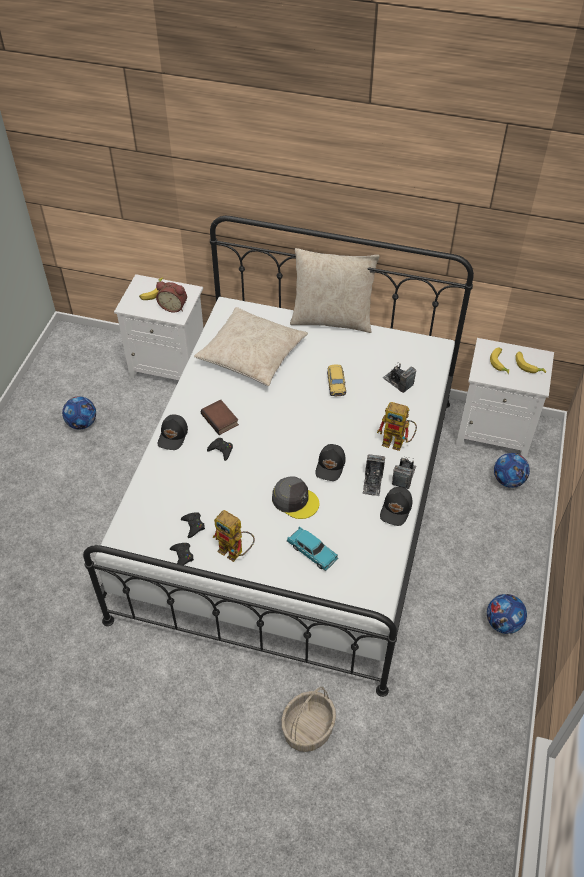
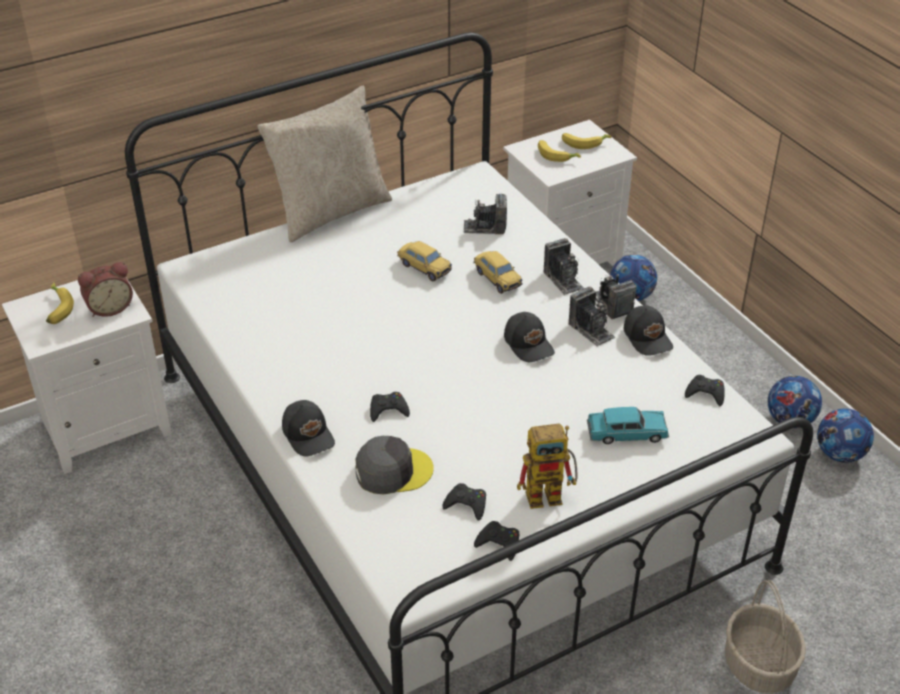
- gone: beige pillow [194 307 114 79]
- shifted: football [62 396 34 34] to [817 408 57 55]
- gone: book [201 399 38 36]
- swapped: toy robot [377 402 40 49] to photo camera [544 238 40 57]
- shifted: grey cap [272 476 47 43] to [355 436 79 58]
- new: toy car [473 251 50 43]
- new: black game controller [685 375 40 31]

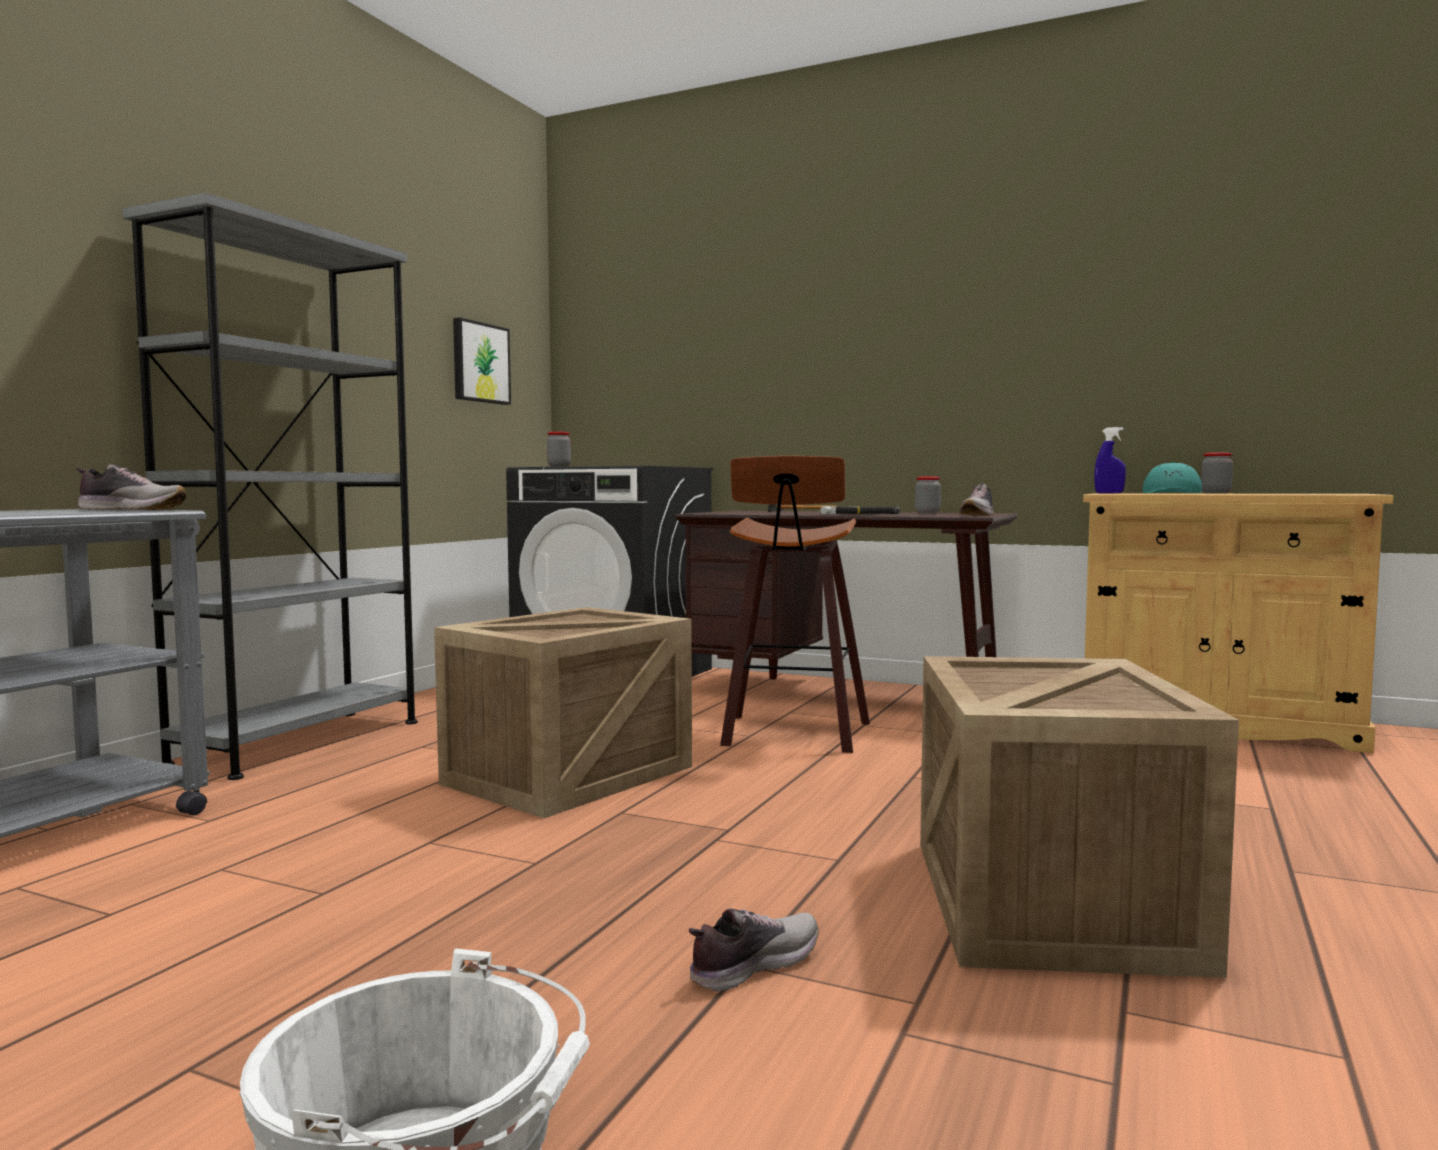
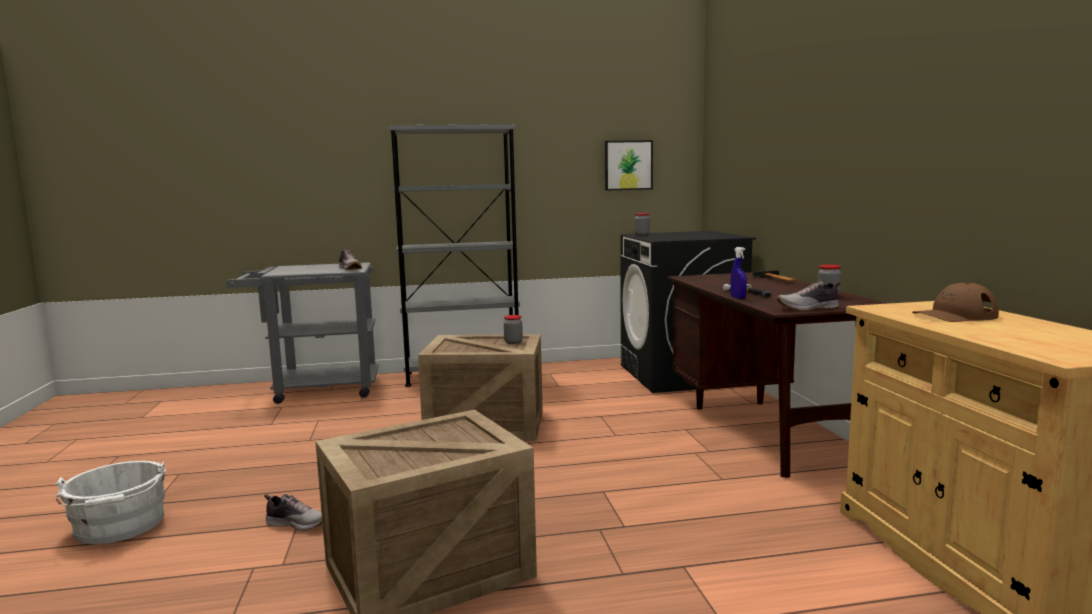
- shifted: blue spray bottle [1094 427 32 66] to [730 247 17 52]
- shifted: jar [1201 452 32 41] to [504 315 19 29]
- gone: stool [720 456 150 297]
- repainted: turquoise cap [1143 462 59 32] to brown cap [912 282 87 40]

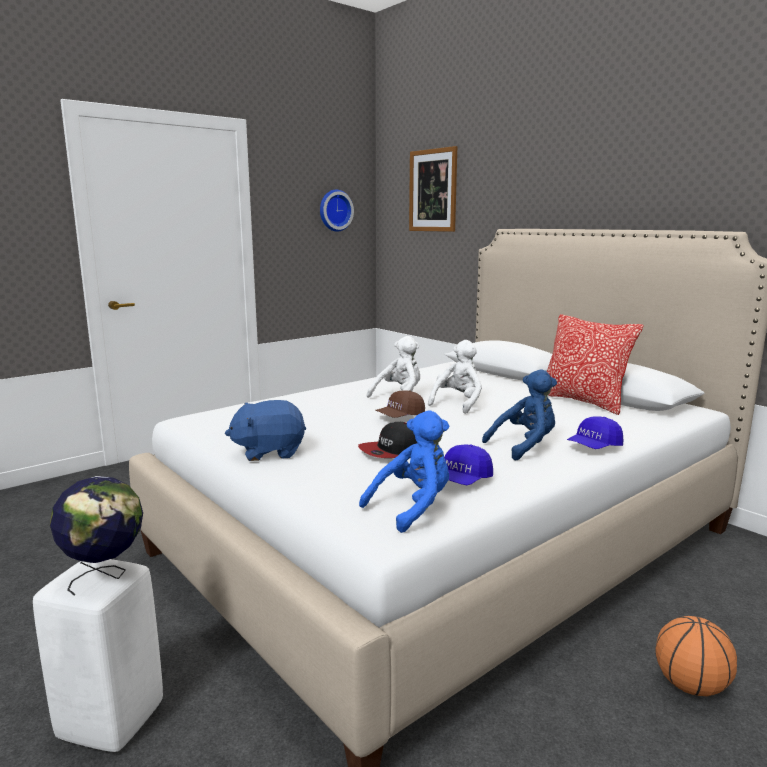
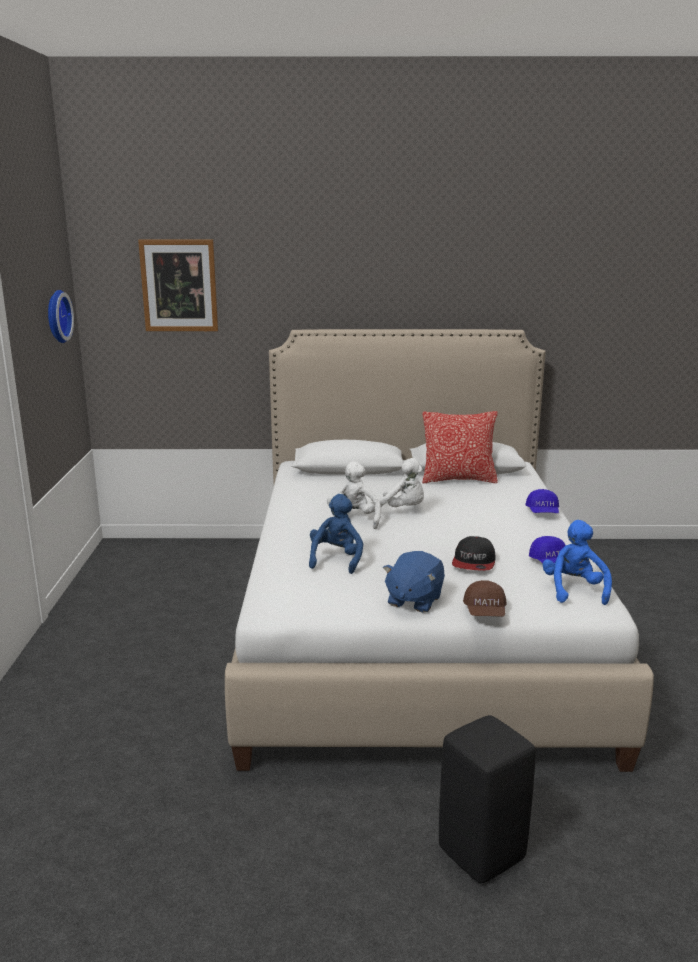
- rotated: white plush toy [428 340 54 74] = [371 458 53 54] 135 degrees clockwise
- shifted: blue plush toy [482 369 75 91] to [309 494 54 80]
- shifted: brown cap [375 390 50 28] to [463 580 44 37]
- gone: globe [50 476 93 119]
- repainted: white stool [33 559 130 193] to black stool [439 715 97 169]
- gone: basketball [656 616 81 80]

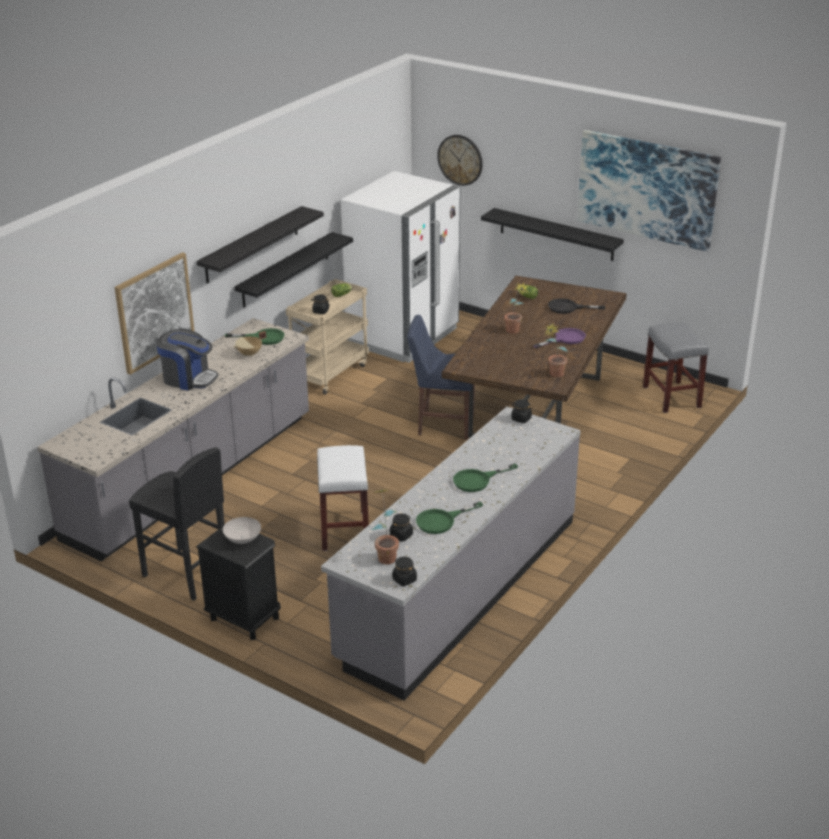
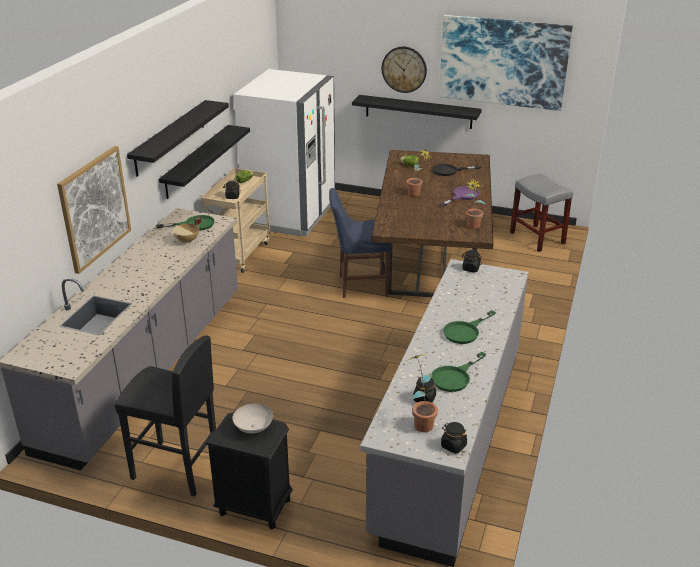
- shifted: wall clock [437 135 46 51] to [382 47 45 46]
- gone: coffee machine [157 329 61 62]
- gone: white stool [317 445 52 106]

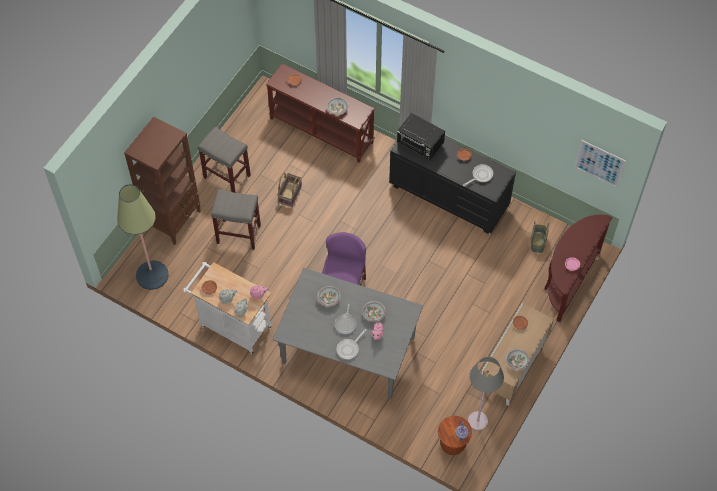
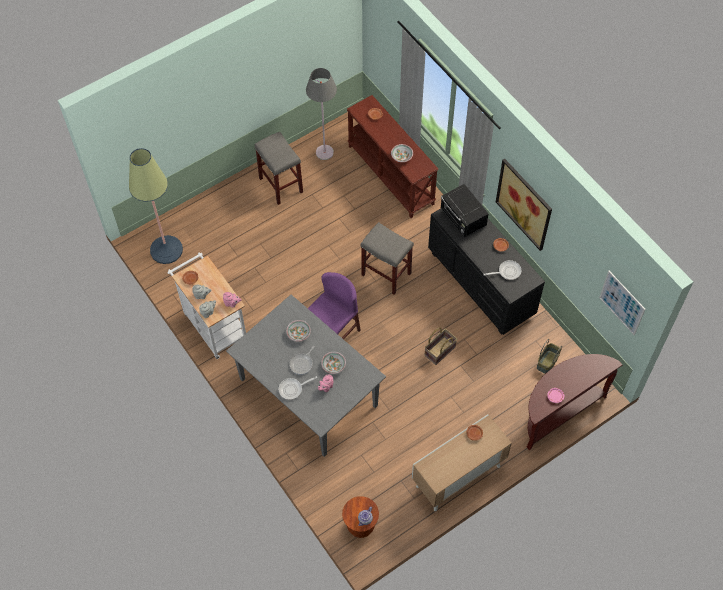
- gone: brown bookcase [124 117 76 128]
- shifted: basket [277 173 25 34] to [425 327 32 38]
- shifted: grey stool [211 189 50 61] to [361 222 53 73]
- gone: bowl [506 349 24 21]
- shifted: grey floor lamp [468 357 36 74] to [306 68 31 92]
- new: picture [496 159 56 92]

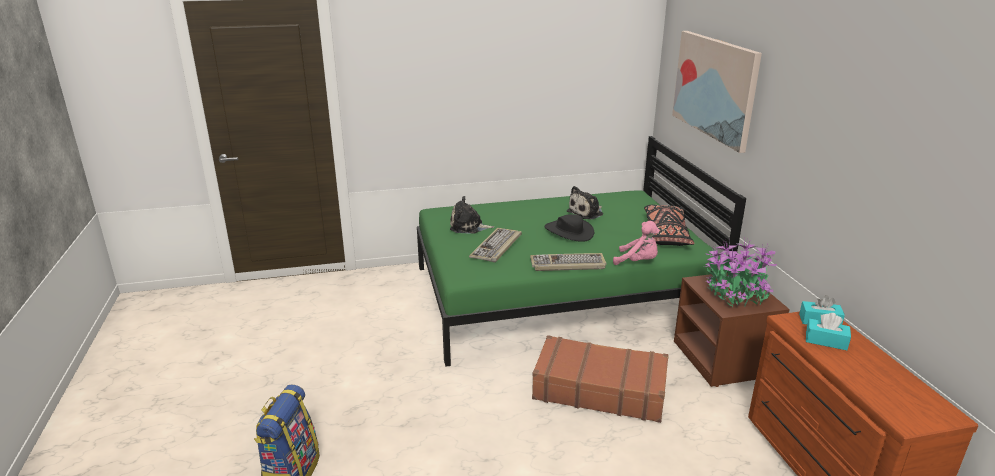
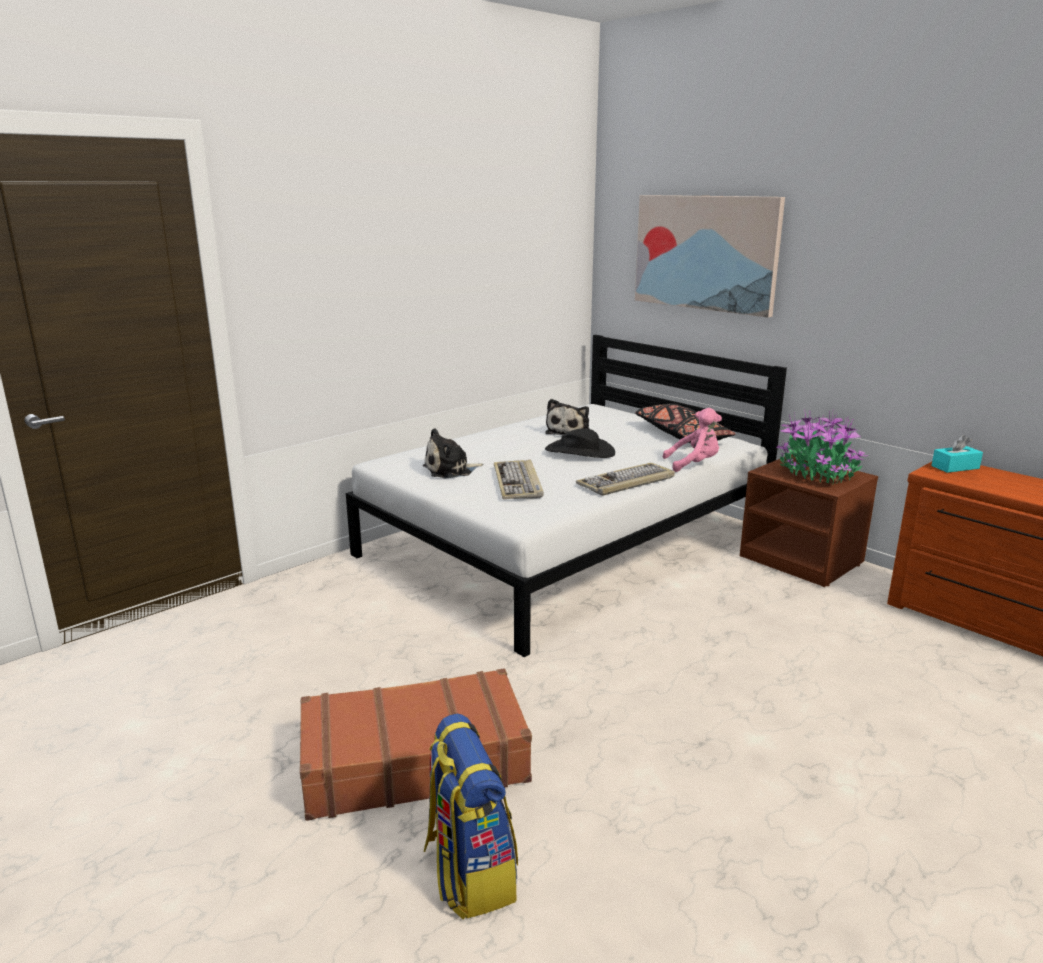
- repainted: green bed [417 136 329 231] to white bed [346 335 441 322]
- gone: turquoise tissue box [806 313 45 37]
- shifted: brown suitcase [532 335 137 88] to [300 669 232 152]

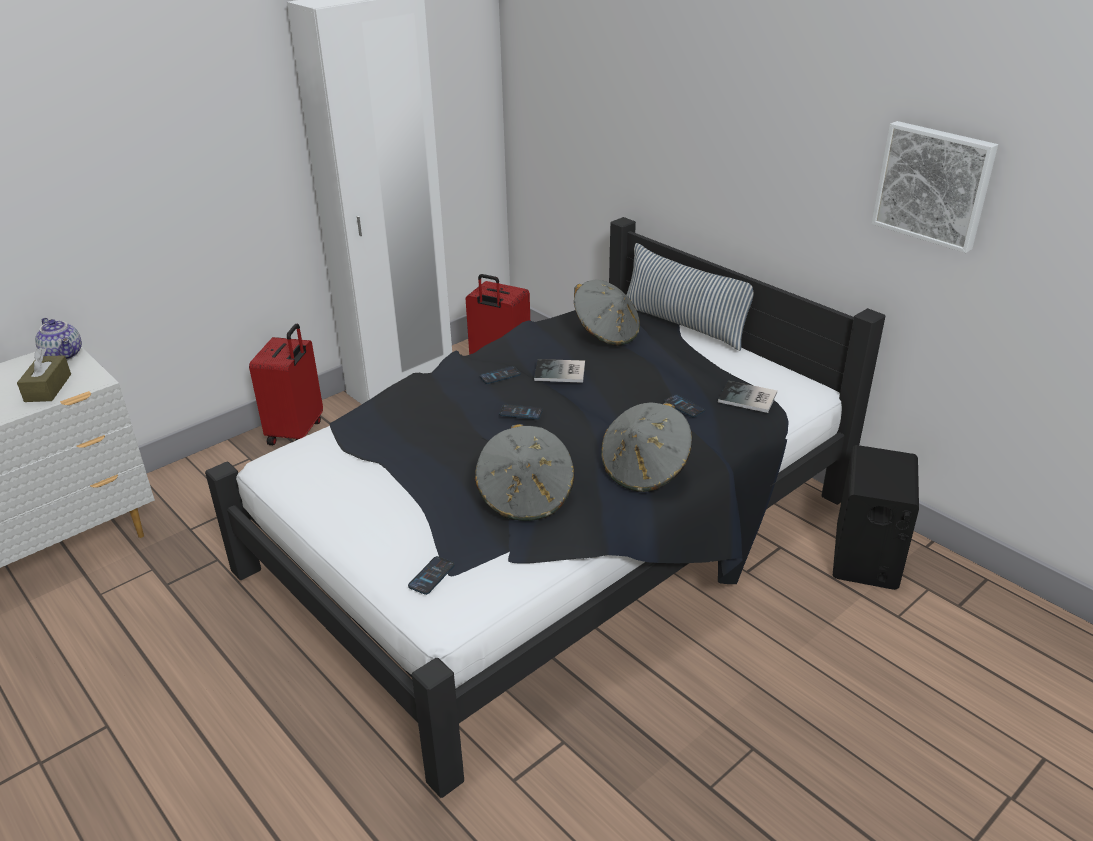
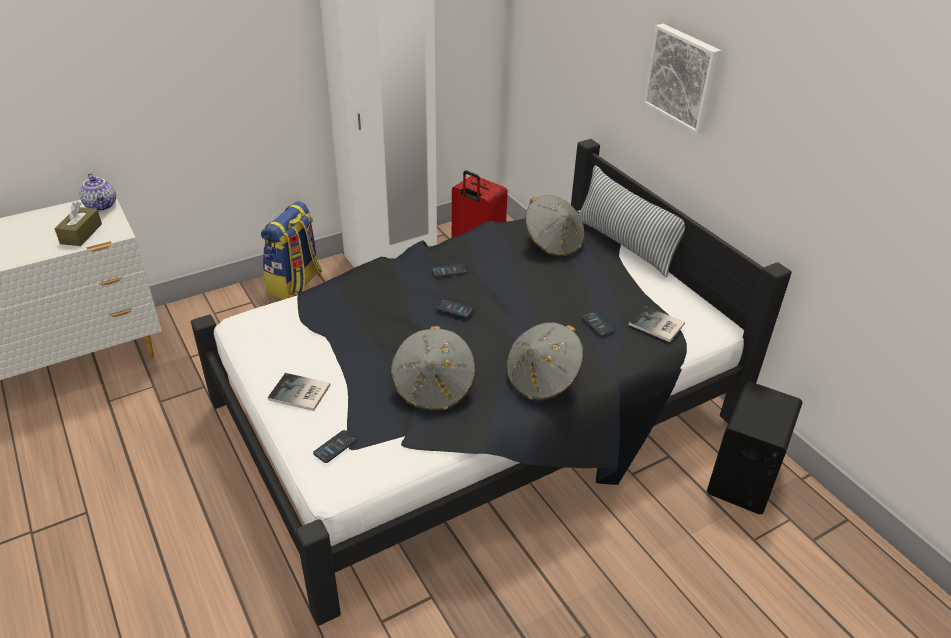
- shifted: picture [872 121 126 132] to [643 24 78 110]
- swapped: red suitcase [249 324 74 121] to backpack [261 201 61 99]
- shifted: book [534 359 51 24] to [268 373 63 38]

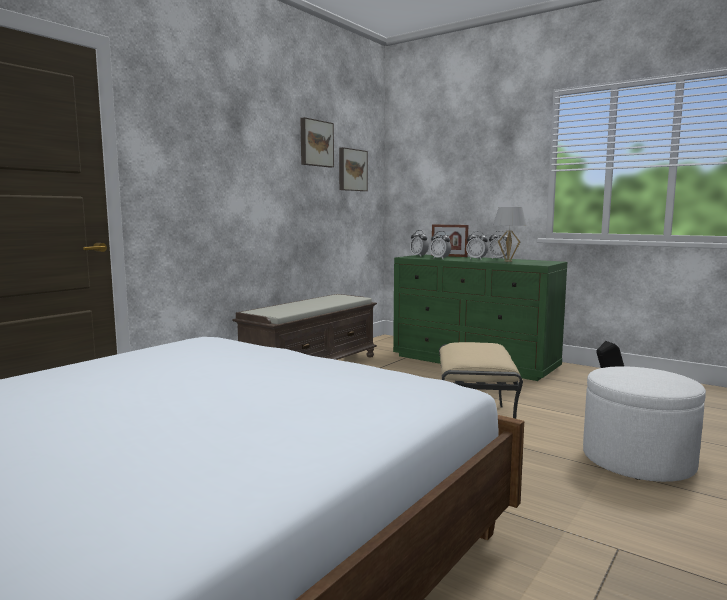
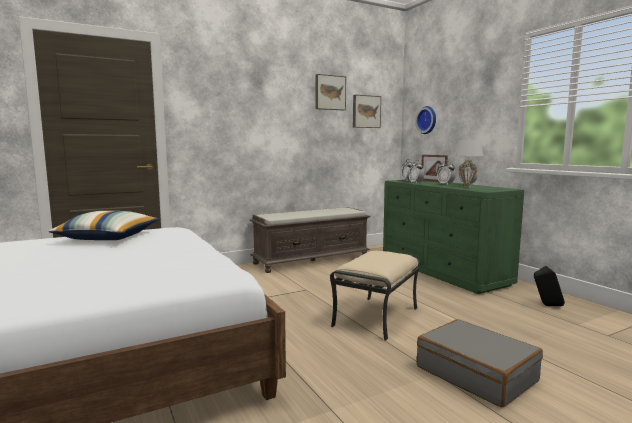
- swapped: white ottoman [583 366 123 116] to grey suitcase [417 319 126 88]
- new: wall clock [415 106 21 28]
- new: pillow [48 211 111 29]

